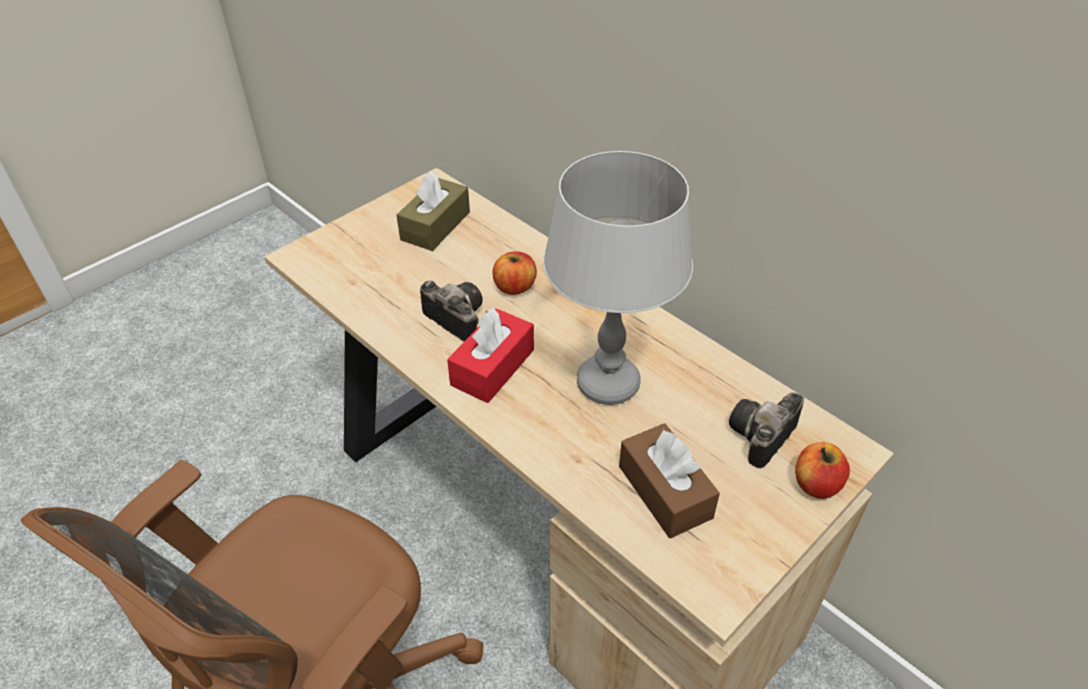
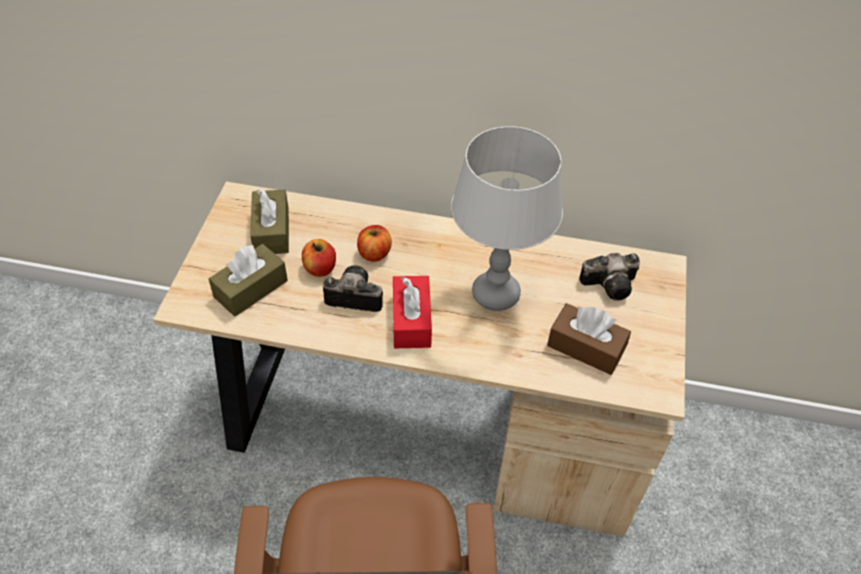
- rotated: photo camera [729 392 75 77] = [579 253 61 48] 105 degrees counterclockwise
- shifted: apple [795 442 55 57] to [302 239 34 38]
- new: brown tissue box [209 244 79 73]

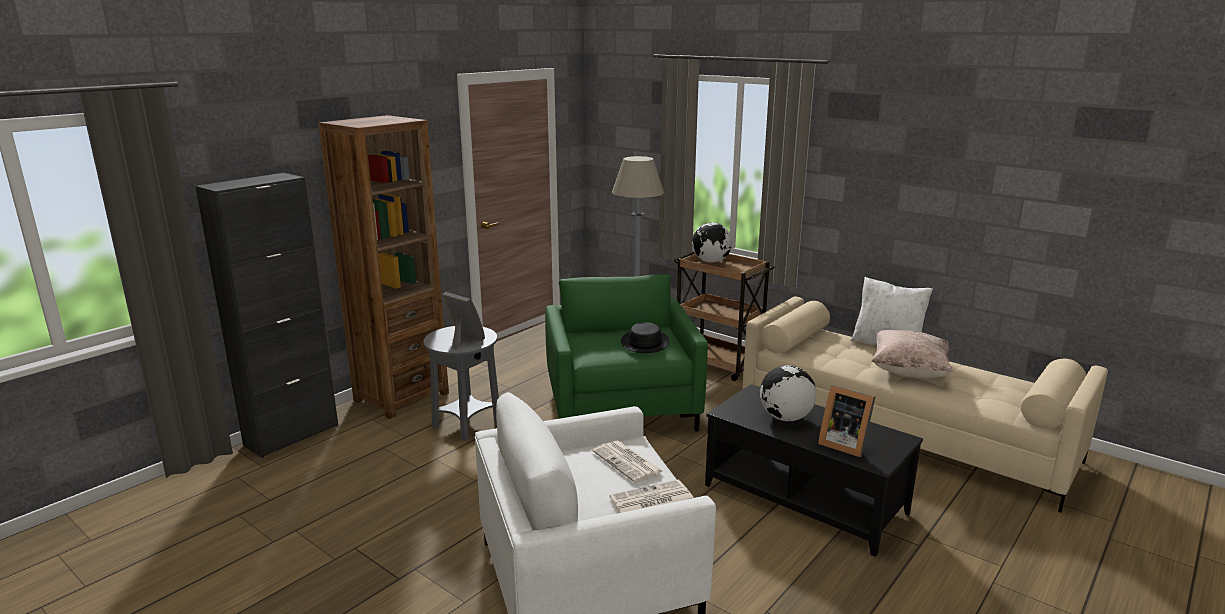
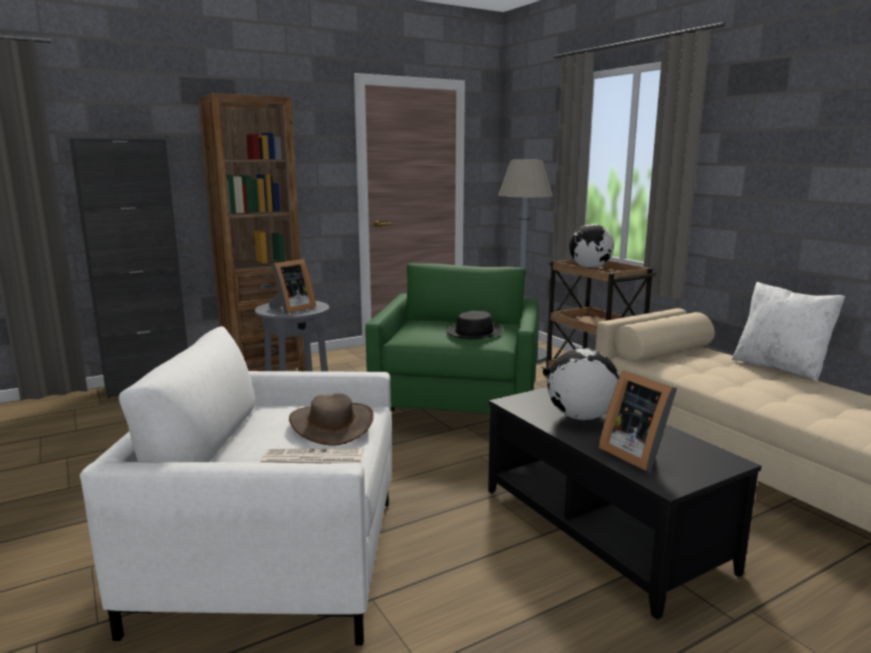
- rotated: picture frame [442 292 43 58] = [268 259 48 55] 75 degrees clockwise
- gone: beige pillow [871 330 82 48]
- swapped: newspaper [593 441 70 42] to brown hat [289 393 85 53]

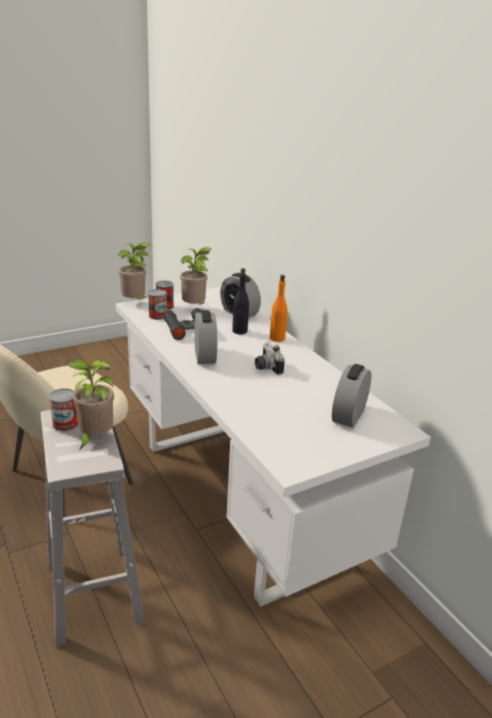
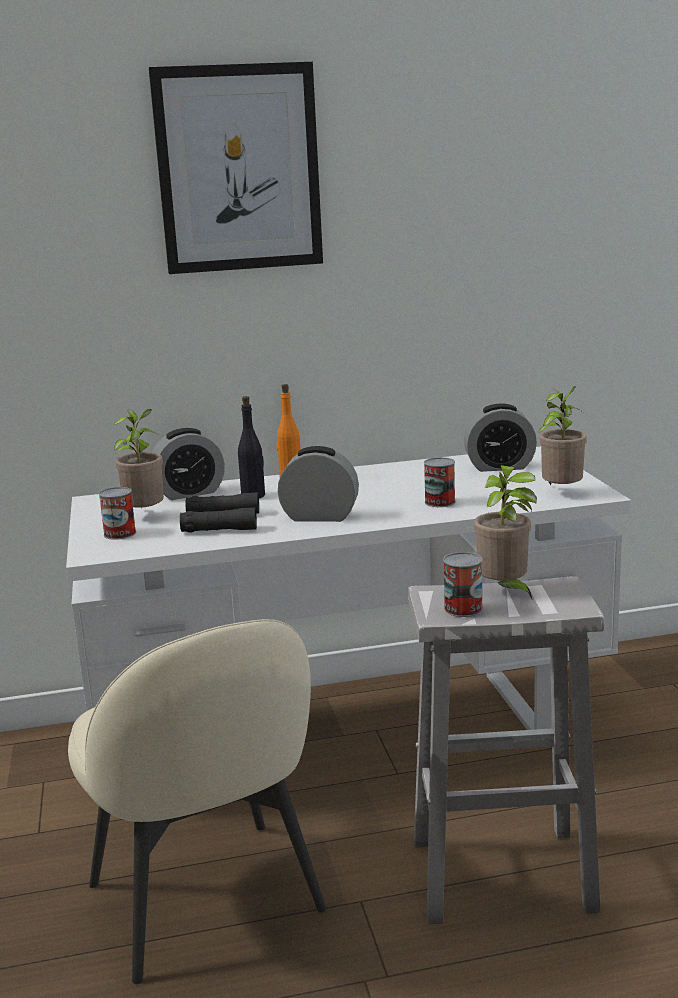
- shifted: potted plant [118 242 33 57] to [538 386 49 99]
- shifted: can [148 289 19 31] to [424 457 31 50]
- gone: photo camera [255 343 30 32]
- rotated: alarm clock [332 364 39 64] = [464 404 73 68] 45 degrees counterclockwise
- new: picture [149 62 174 212]

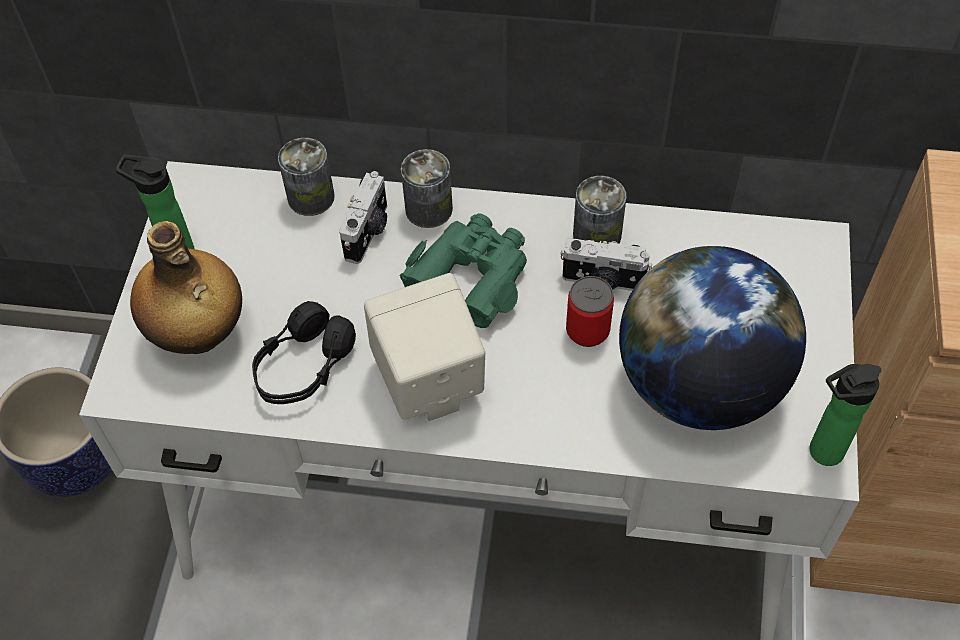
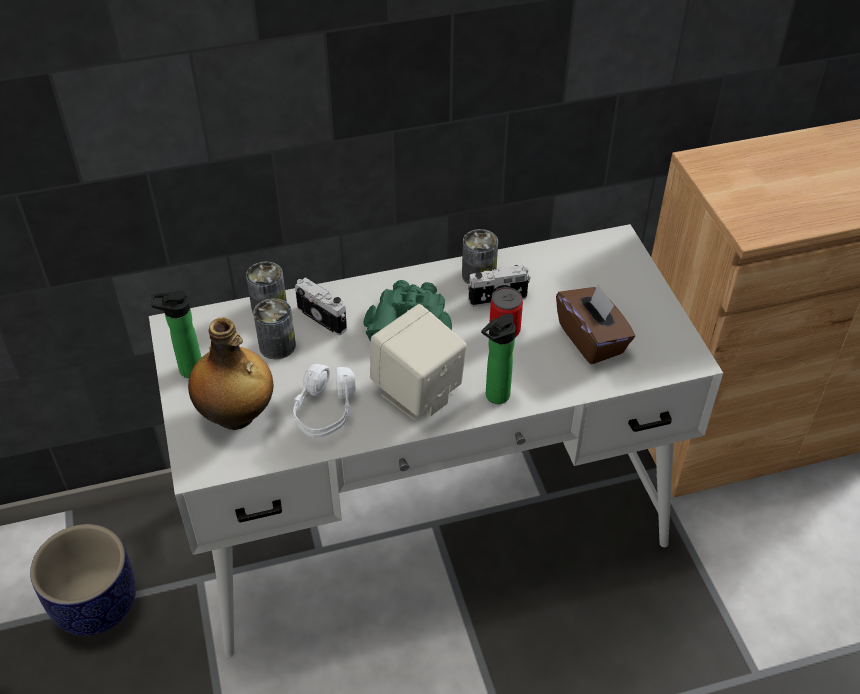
- shifted: can [401 149 52 79] to [253 298 43 61]
- rotated: photo camera [339 171 48 93] = [295 277 52 58] 45 degrees counterclockwise
- swapped: globe [619 246 187 184] to brown tissue box [556 283 79 81]
- repainted: black headphones [252 301 104 103] to white headphones [293 364 63 74]
- shifted: bottle [809 364 72 102] to [481 314 35 90]

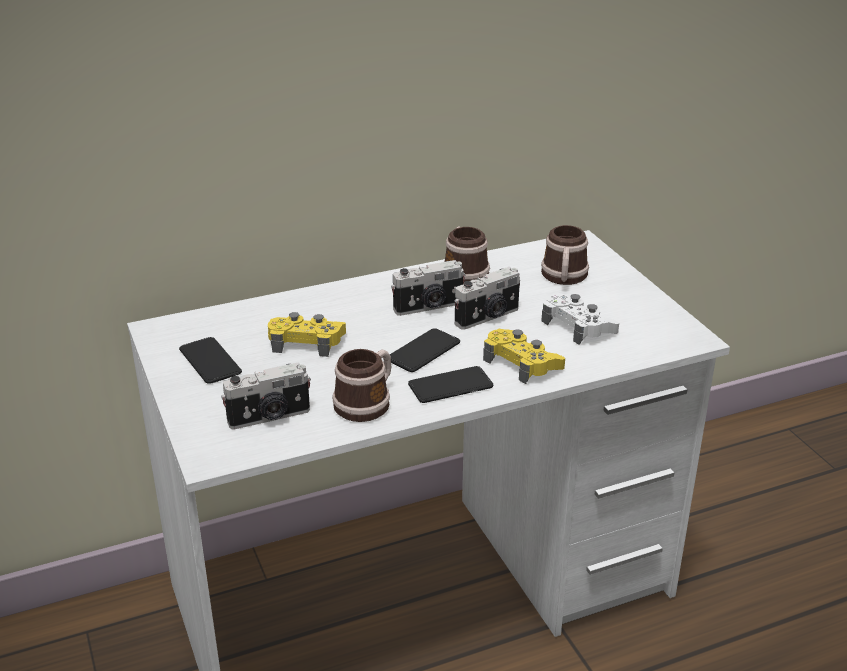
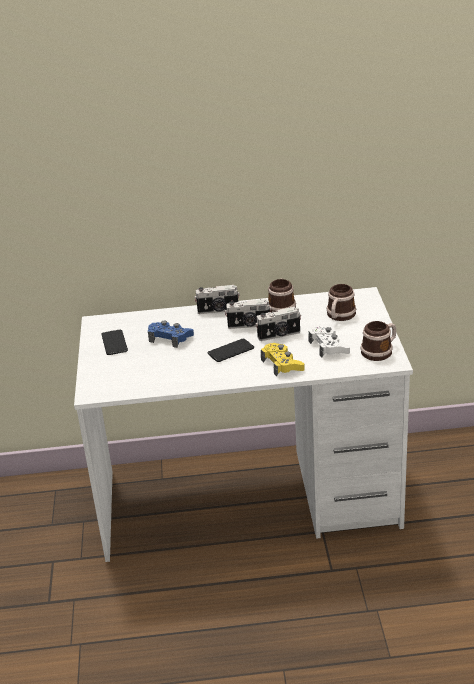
- repainted: yellow game controller [268 312 78 45] to blue game controller [148 320 46 28]
- shifted: mug [332 349 59 73] to [361 321 35 40]
- shifted: photo camera [221 362 90 67] to [194 285 46 29]
- gone: phone [408 366 85 37]

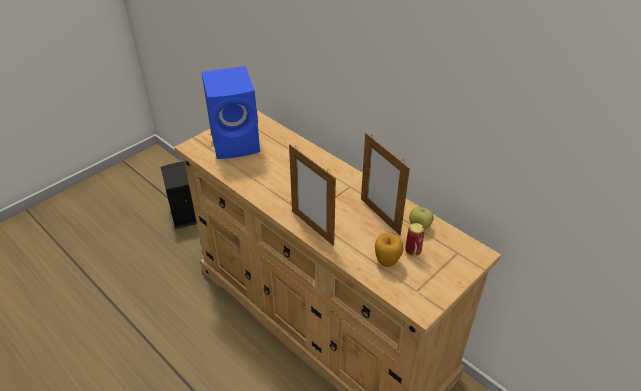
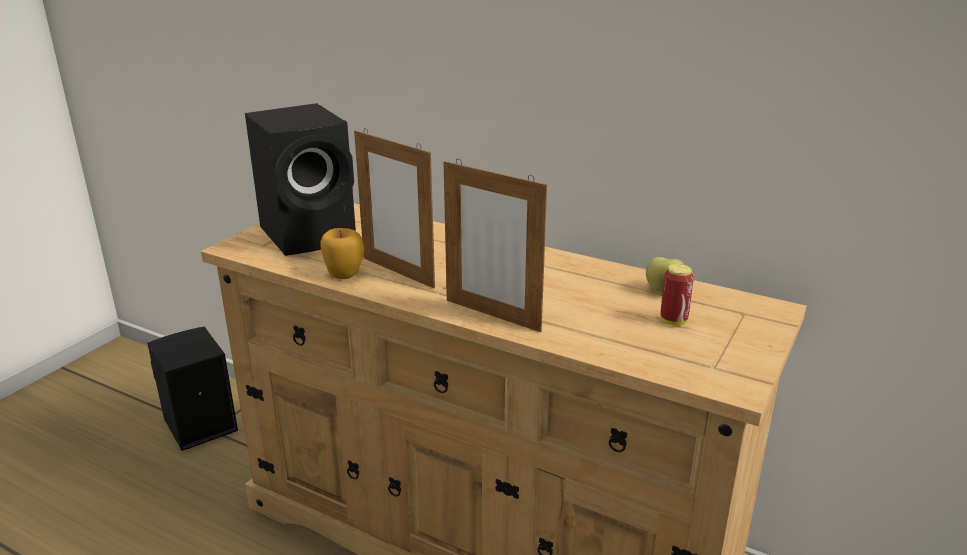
- repainted: blue speaker [201 66 59 93] to black speaker [245 103 111 153]
- shifted: picture frame [361 133 49 102] to [354 128 81 160]
- shifted: apple [375 233 28 34] to [320 228 44 51]

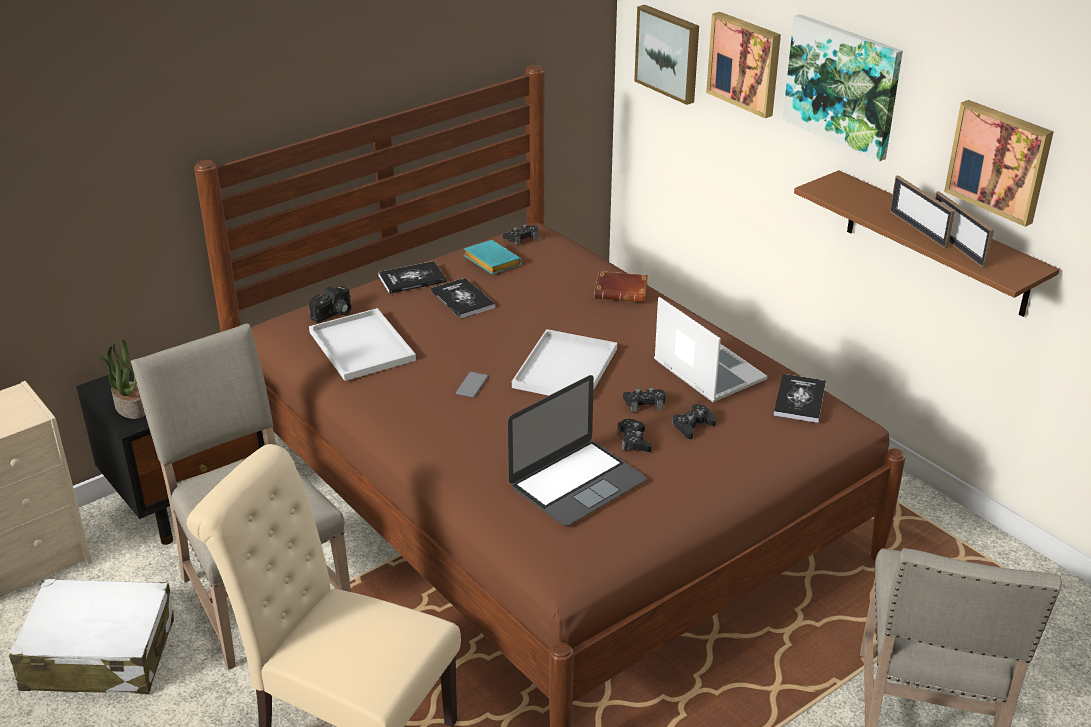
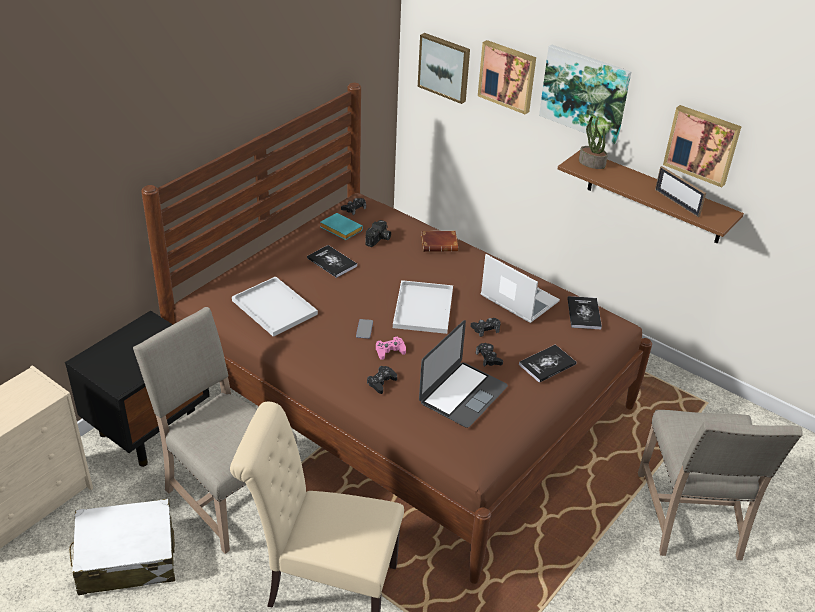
- gone: picture frame [890 175 65 74]
- shifted: book [378 261 69 33] to [519 345 57 38]
- shifted: photo camera [309 286 42 37] to [365 220 26 27]
- shifted: potted plant [99 339 46 80] to [579 116 29 53]
- shifted: black game controller [672 404 44 35] to [367 366 30 28]
- new: pink game controller [376 336 30 24]

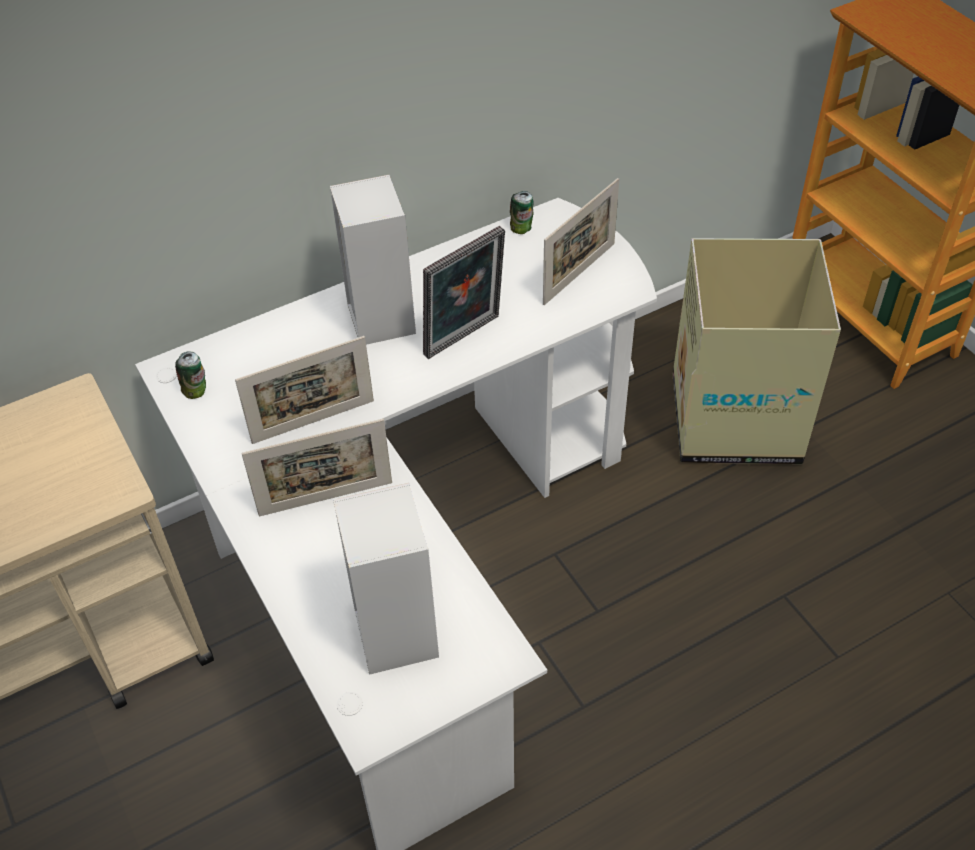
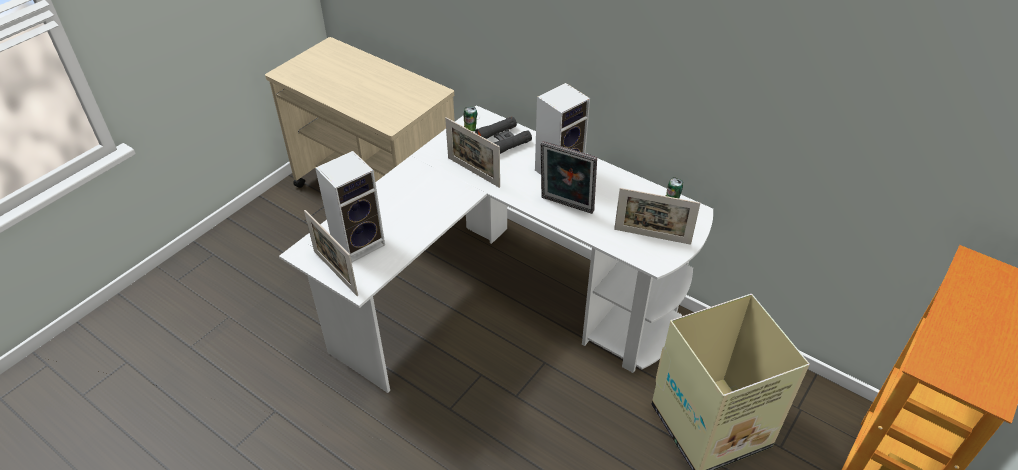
- shifted: picture frame [241 419 151 98] to [304 210 54 86]
- new: black binoculars [475 117 57 37]

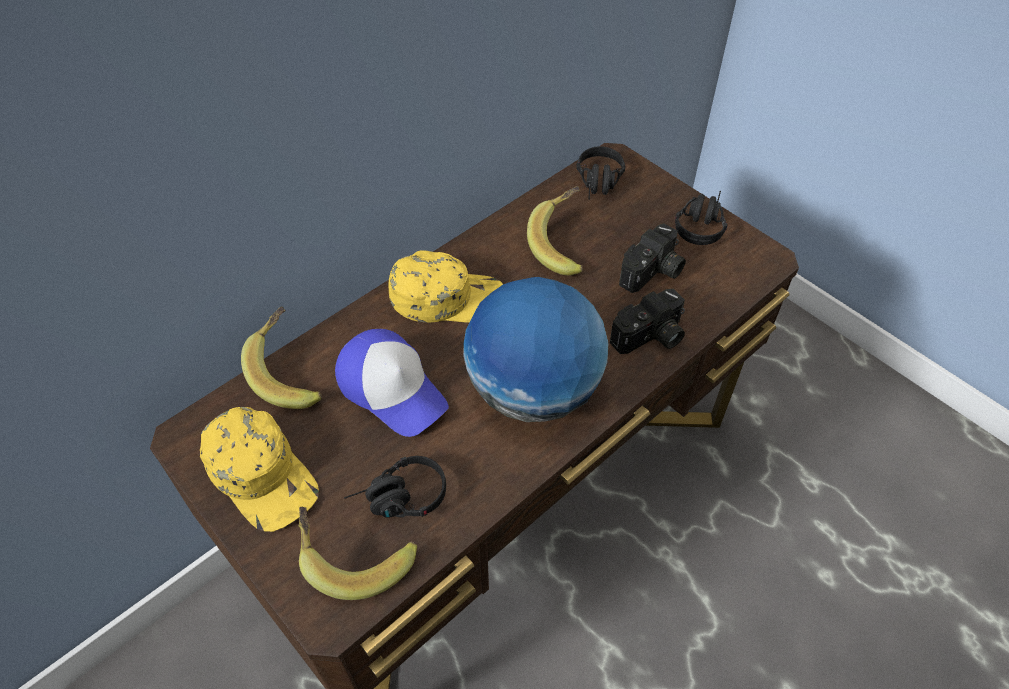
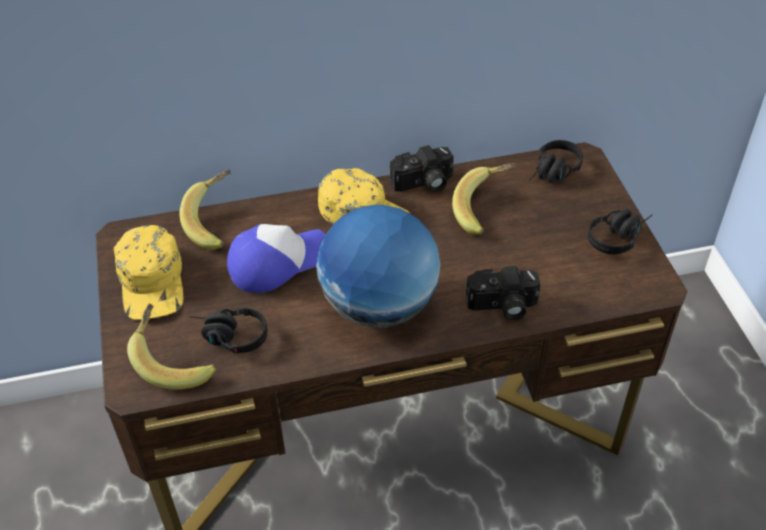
- shifted: photo camera [619 223 67 70] to [390 145 63 47]
- rotated: cap [335 329 114 108] = [227 224 98 69] 105 degrees counterclockwise

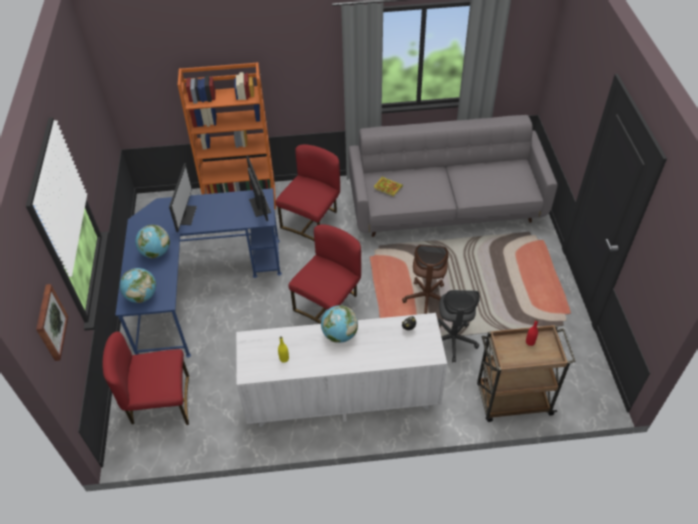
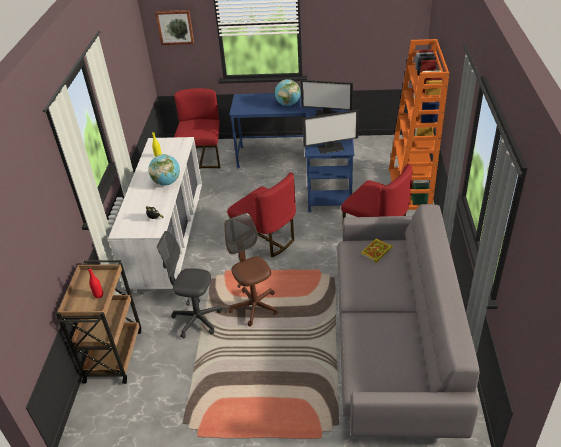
- rotated: brown office chair [402 244 46 70] = [225 213 53 114] 45 degrees clockwise
- gone: globe [120 268 36 35]

